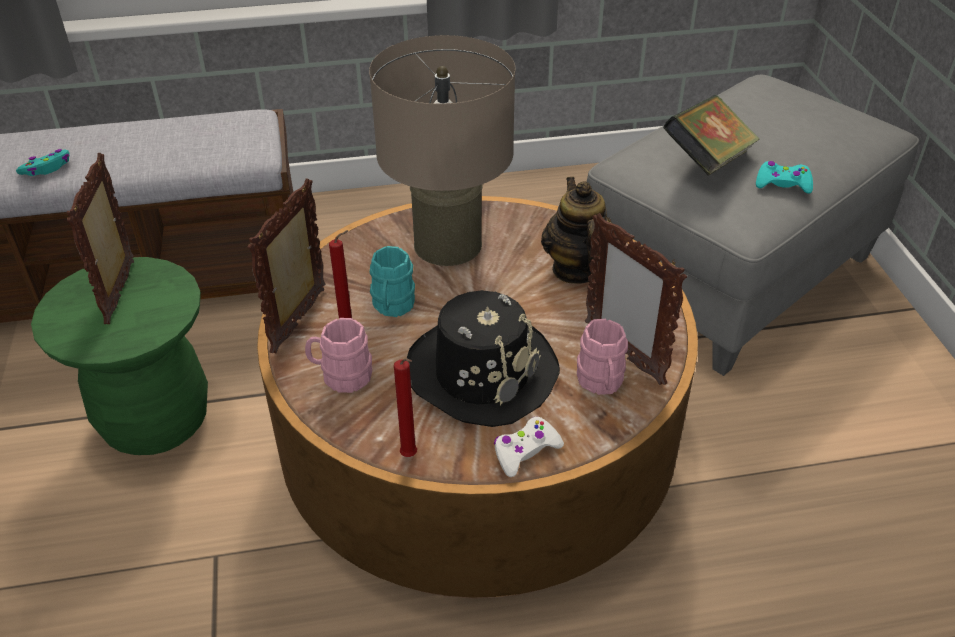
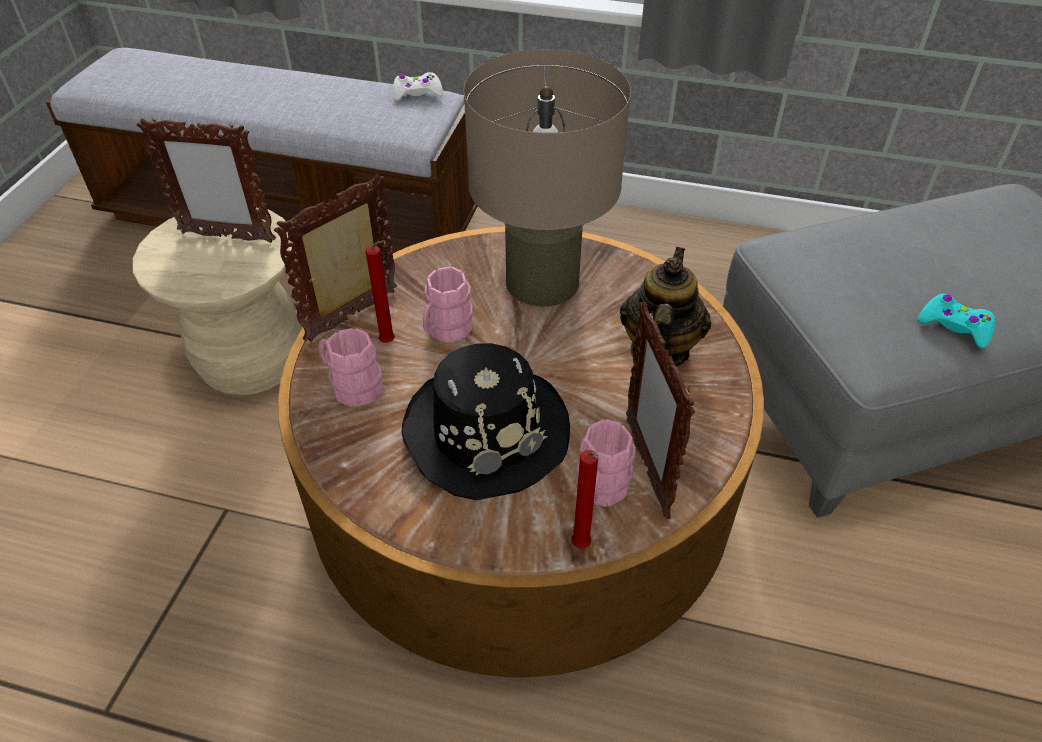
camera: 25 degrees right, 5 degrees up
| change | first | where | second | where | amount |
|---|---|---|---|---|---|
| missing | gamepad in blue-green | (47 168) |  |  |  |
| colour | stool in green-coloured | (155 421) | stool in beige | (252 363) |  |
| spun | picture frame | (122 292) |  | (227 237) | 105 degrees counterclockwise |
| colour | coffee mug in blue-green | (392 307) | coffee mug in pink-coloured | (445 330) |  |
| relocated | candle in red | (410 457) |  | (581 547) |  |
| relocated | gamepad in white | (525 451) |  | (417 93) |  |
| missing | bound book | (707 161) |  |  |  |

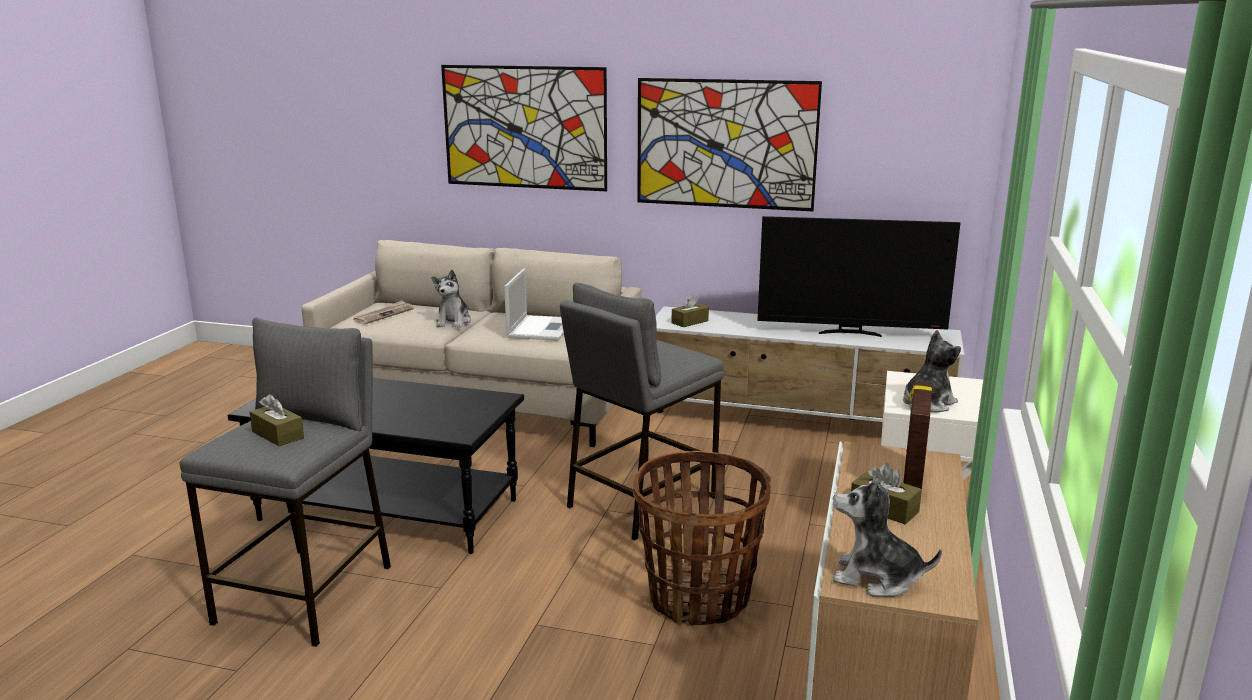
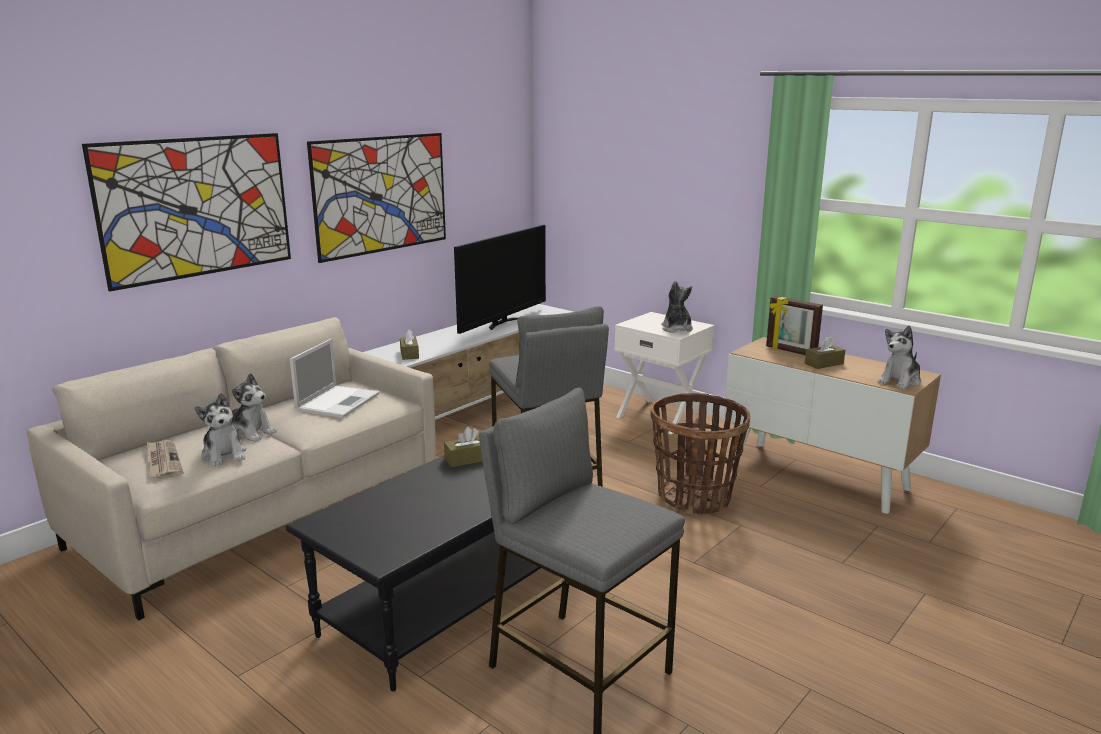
camera: 65 degrees left, 0 degrees up
| change | first | where | second | where | amount |
|---|---|---|---|---|---|
| relocated | tissue box in brown | (278 435) |  | (467 459) |  |
| spun | notebook computer | (541 328) |  | (338 401) | 75 degrees clockwise |
| appeared |  |  | soft toy | (224 454) |  |

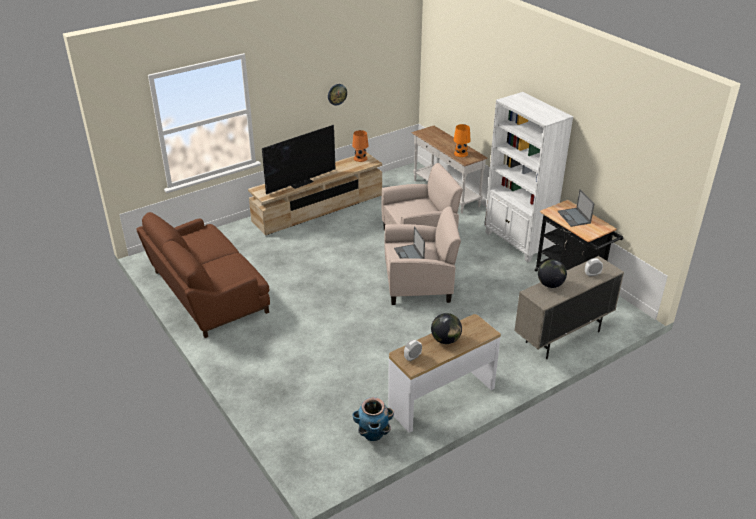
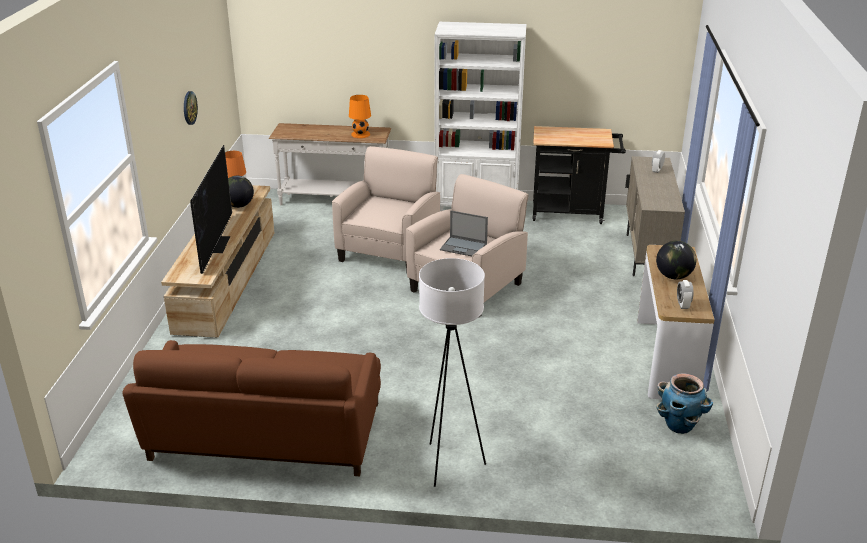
camera: 50 degrees left, 5 degrees down
| change | first | where | second | where | amount |
|---|---|---|---|---|---|
| relocated | globe | (550 285) |  | (239 205) |  |
| missing | notebook computer | (574 217) |  |  |  |
| appeared |  |  | floor lamp in white | (449 463) |  |

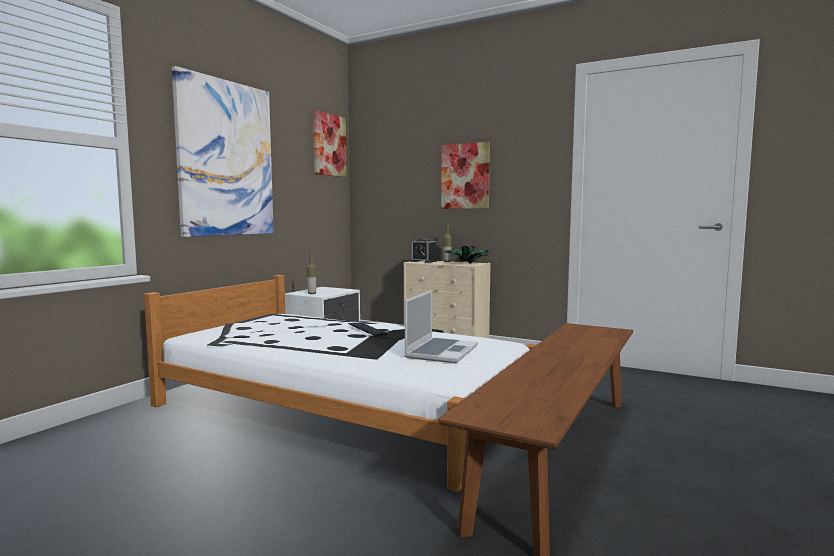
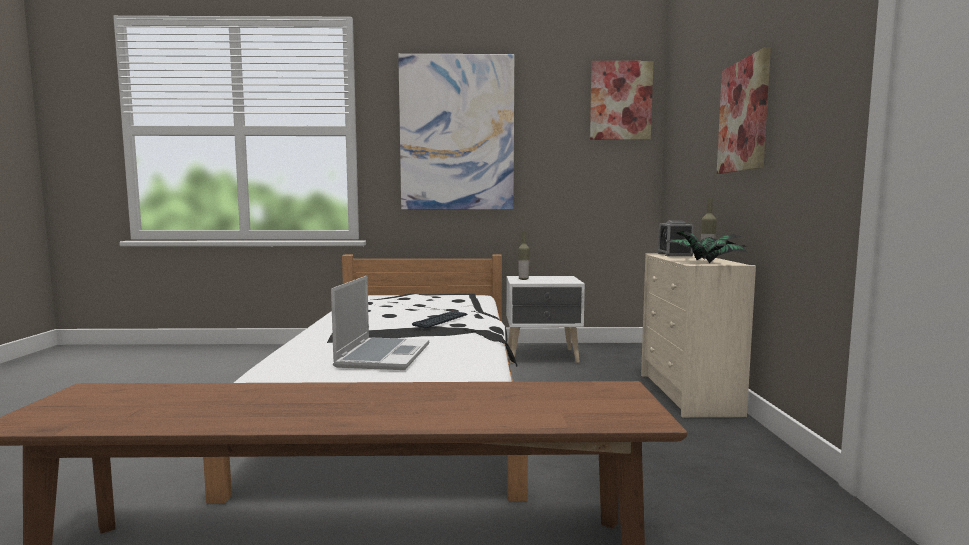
camera: 60 degrees right, 0 degrees up
| change | first | where | second | where | amount |
|---|---|---|---|---|---|
| spun | notebook computer | (441 352) |  | (383 355) | 75 degrees counterclockwise |

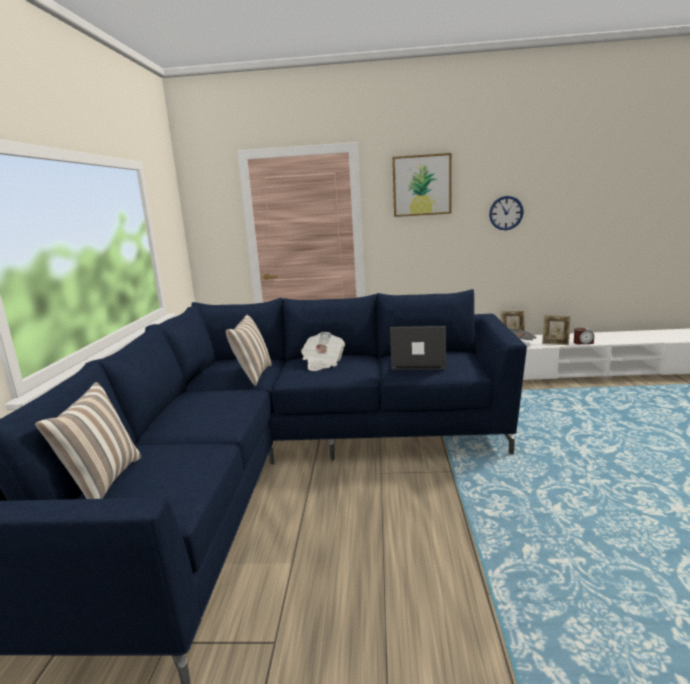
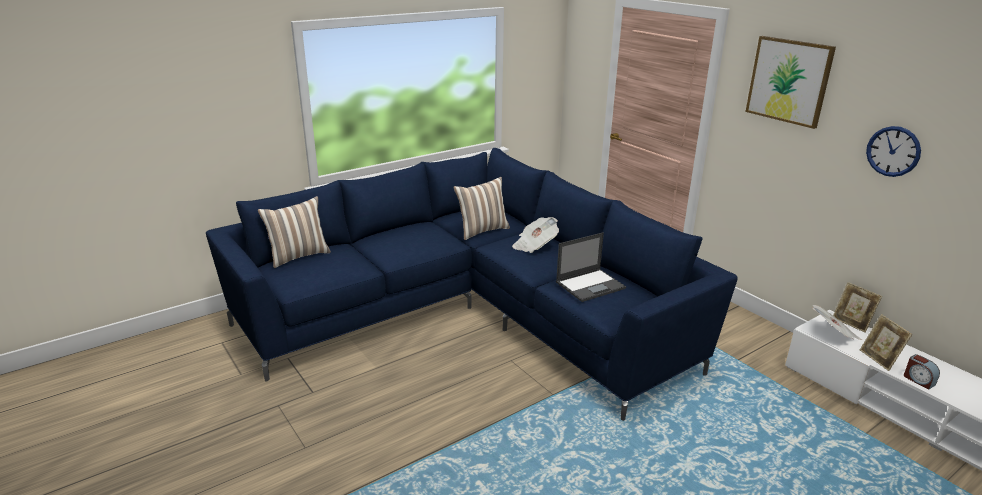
camera: 50 degrees right, 10 degrees up
| change | first | where | second | where | amount |
|---|---|---|---|---|---|
| spun | notebook computer | (417 362) |  | (591 285) | 90 degrees clockwise |

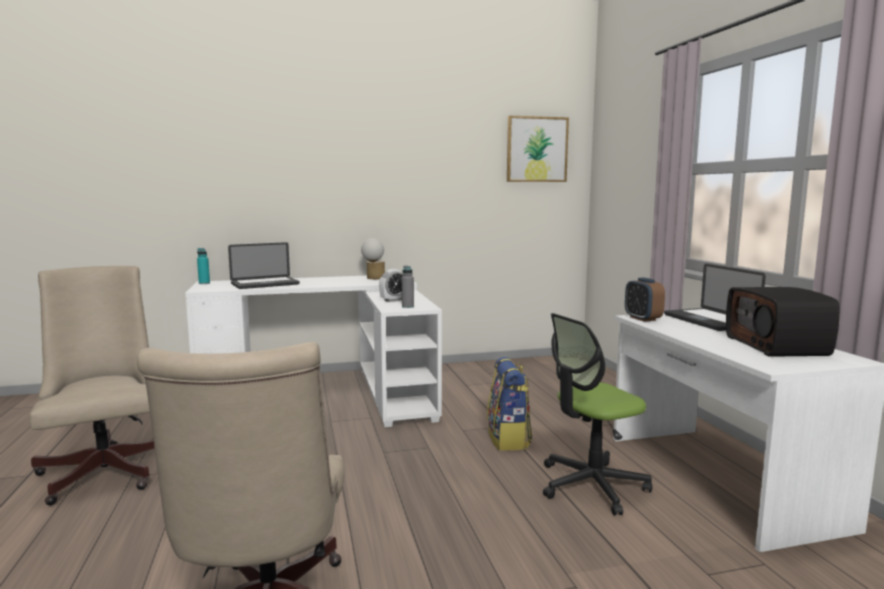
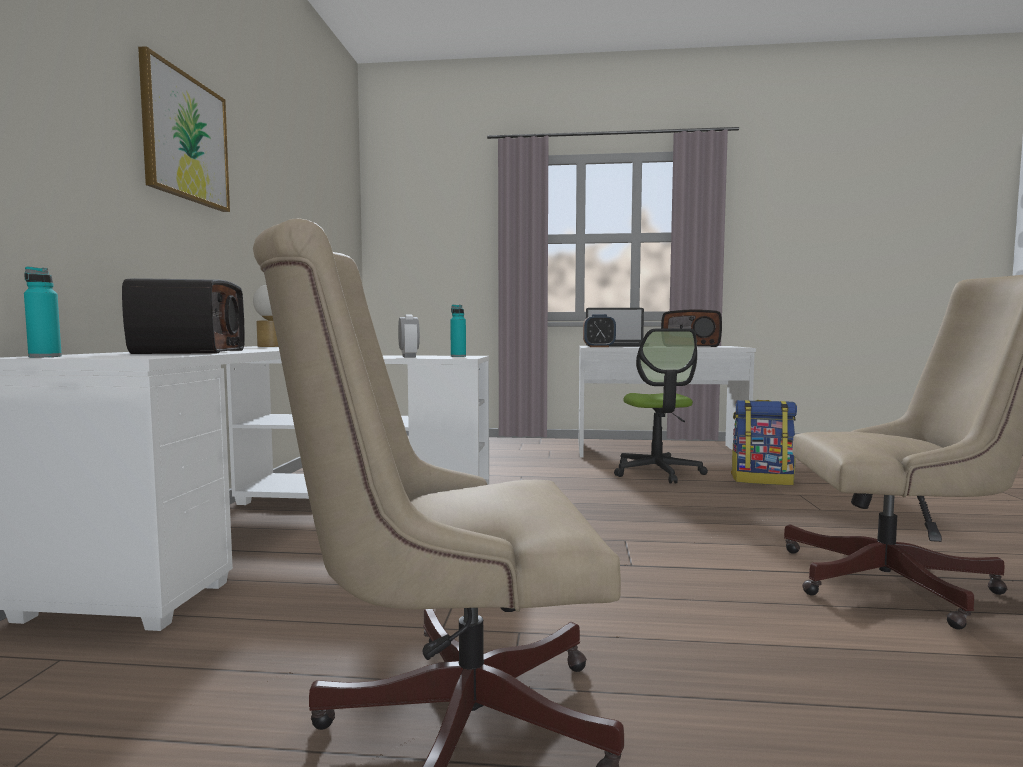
camera: 70 degrees left, 5 degrees down
| change | first | where | second | where | amount |
|---|---|---|---|---|---|
| exchanged | notebook computer | (265 284) | radio | (188 352) |  |
| colour | beverage bottle in greyish | (408 306) | beverage bottle in blue-green | (458 356) |  |
| relocated | knapsack | (509 439) |  | (762 480) |  |
| relocated | wall picture | (536 149) |  | (185 138) |  |

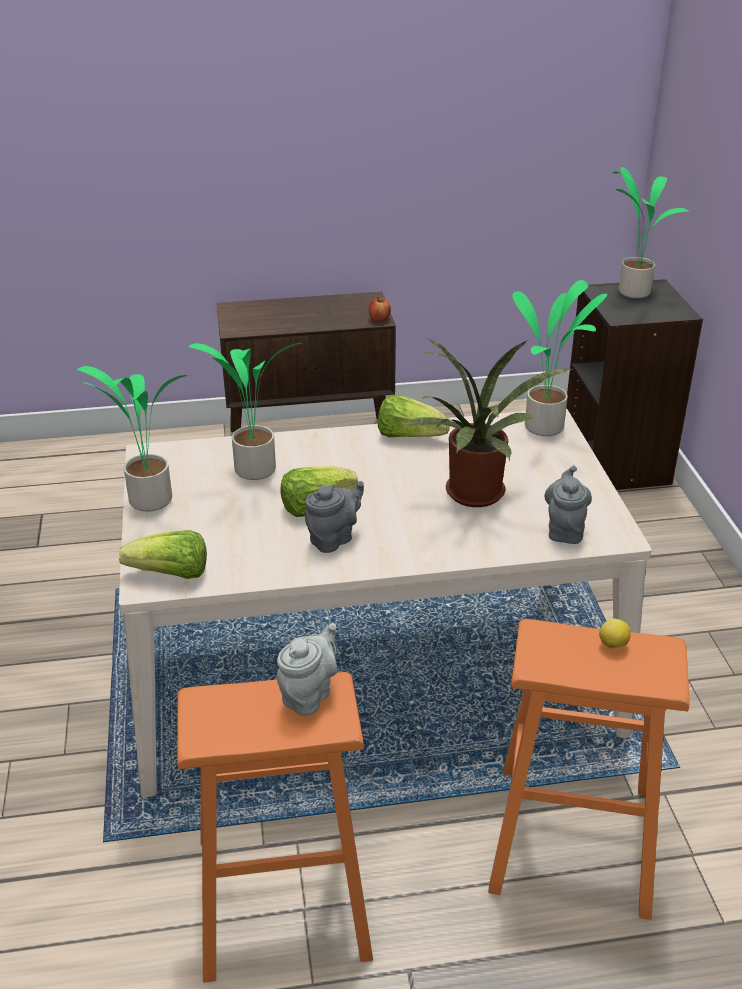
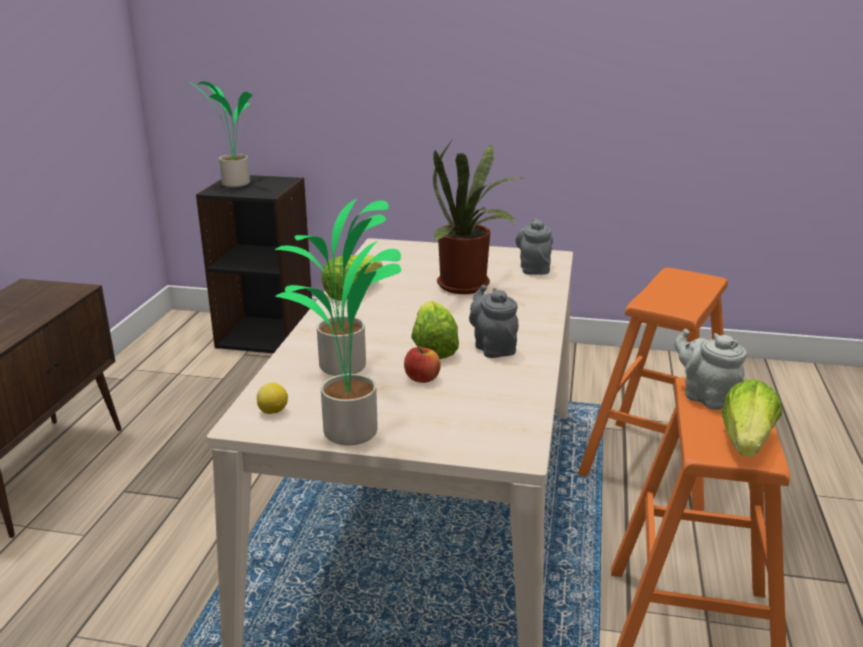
camera: 70 degrees left, 10 degrees down
| change | first | where | second | where | amount |
|---|---|---|---|---|---|
| relocated | head of lettuce | (171 574) |  | (746 442) |  |
| relocated | apple fruit | (379 319) |  | (422 378) |  |
| missing | plant in a pot | (547 427) |  |  |  |
| spun | pot for tea in greyish | (565 530) |  | (534 268) | 60 degrees clockwise |
| relocated | citrus fruit | (613 645) |  | (273 412) |  |

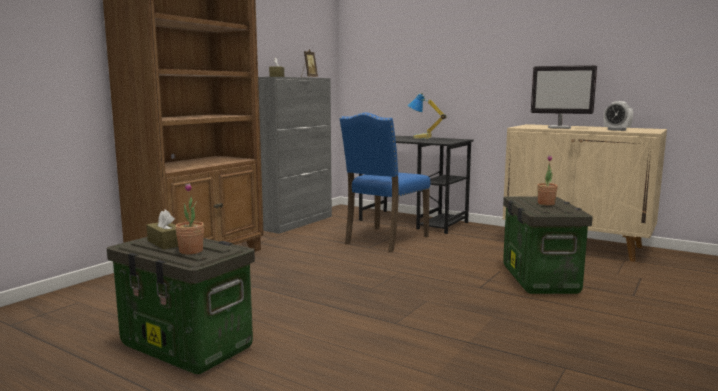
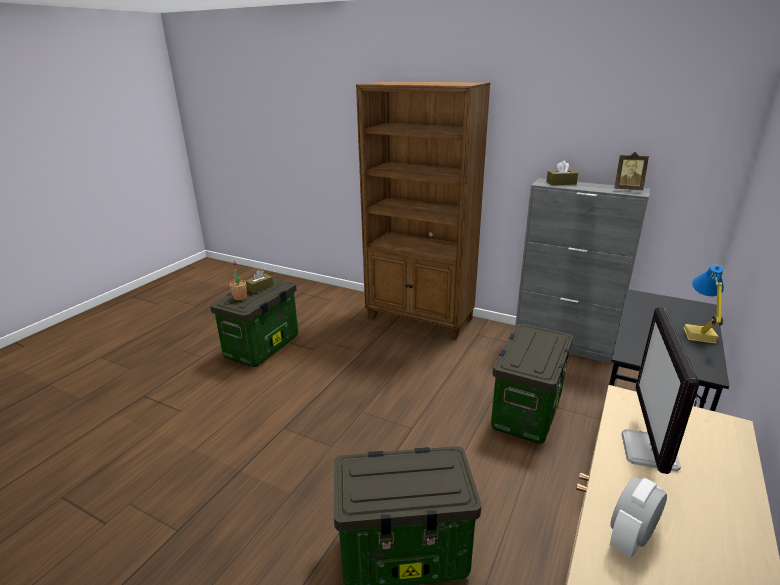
camera: 85 degrees right, 15 degrees up
| change | first | where | second | where | amount |
|---|---|---|---|---|---|
| exchanged | plain chair in blue | (384 240) | storage container | (526 411) |  |
| missing | plant in a pot | (546 203) |  |  |  |

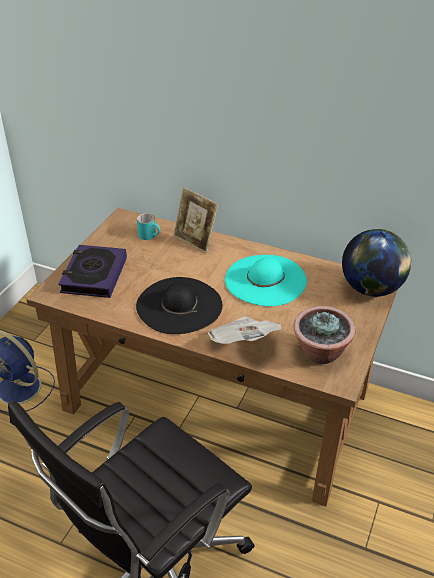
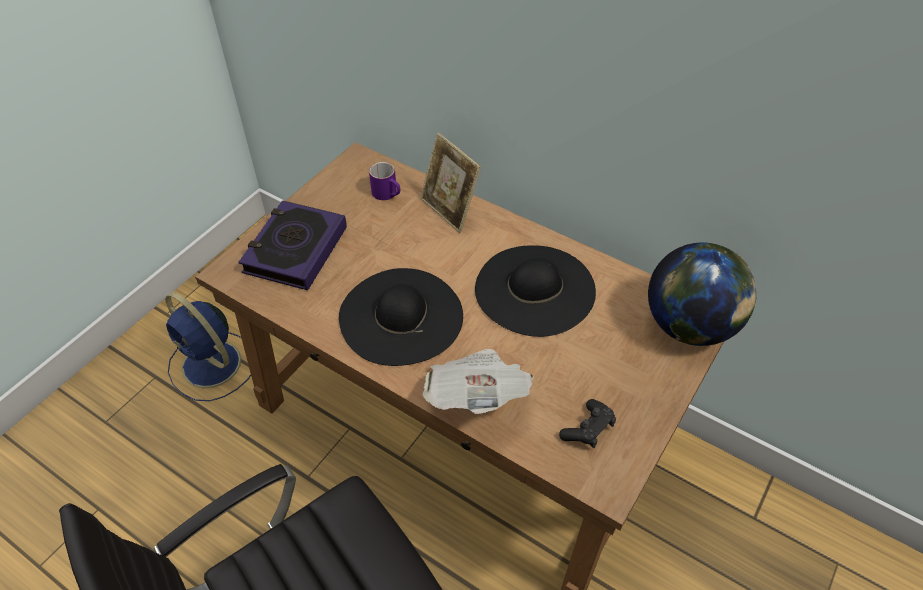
camera: 10 degrees right, 10 degrees up
| change | first | where | second | where | amount |
|---|---|---|---|---|---|
| colour | coffee mug in blue-green | (150 235) | coffee mug in purplish | (388 194) |  |
| colour | wearable hat in blue-green | (265 280) | wearable hat in black-coloured | (535 289) |  |
| exchanged | plant in a pot | (321 353) | gamepad in black-coloured | (588 430) |  |

